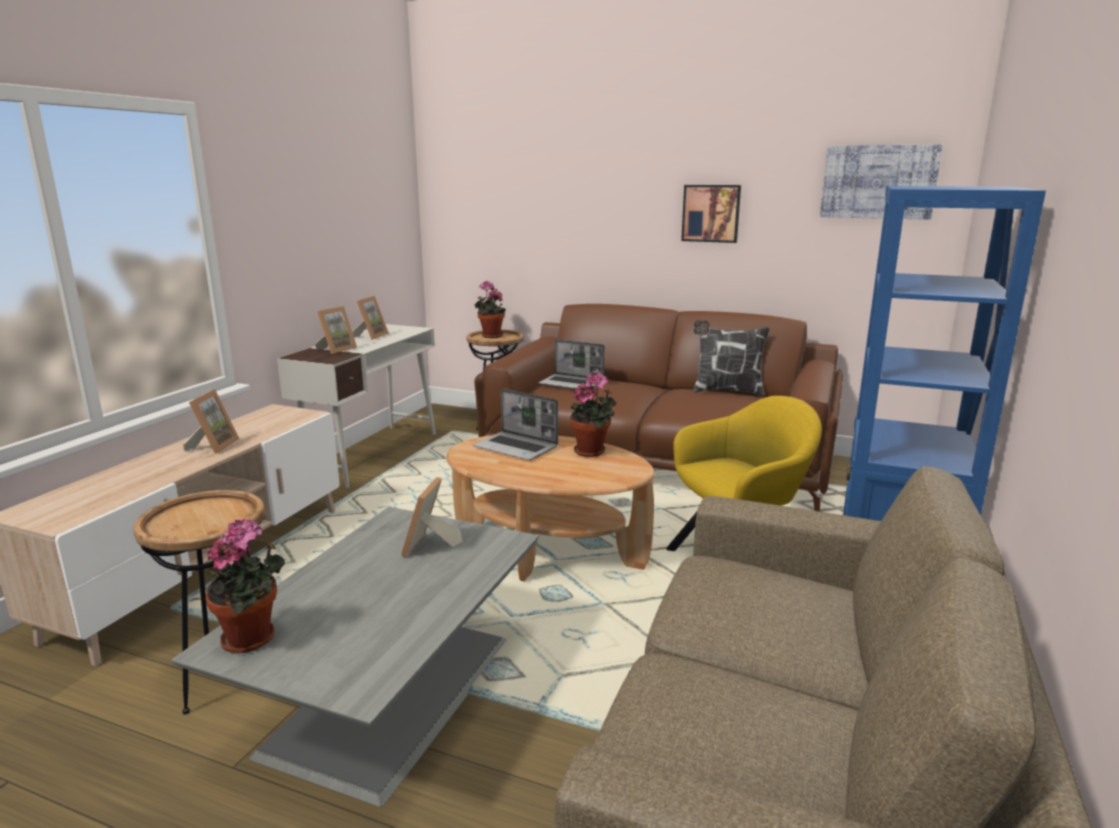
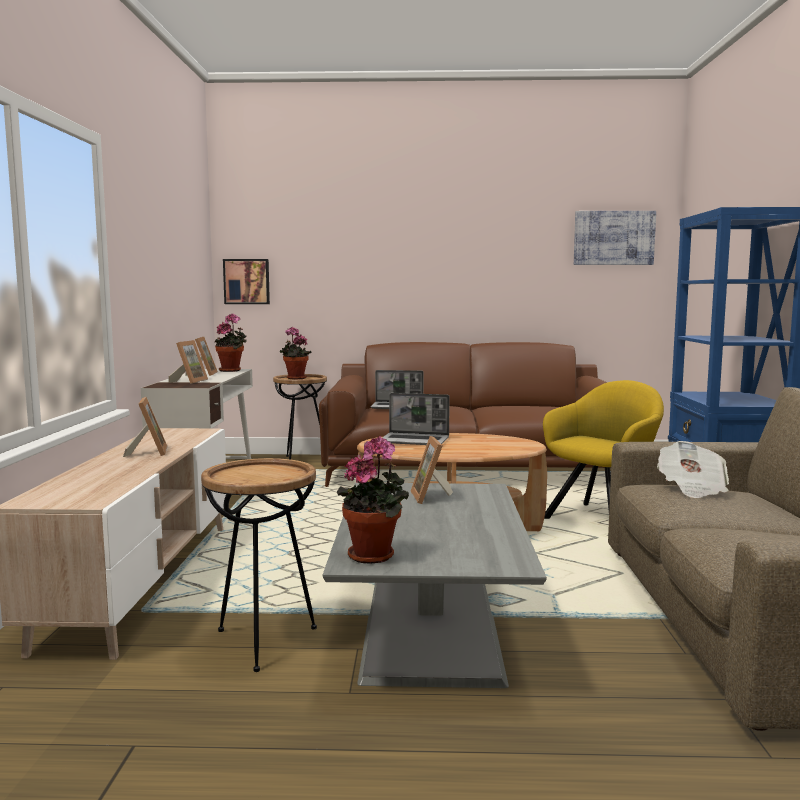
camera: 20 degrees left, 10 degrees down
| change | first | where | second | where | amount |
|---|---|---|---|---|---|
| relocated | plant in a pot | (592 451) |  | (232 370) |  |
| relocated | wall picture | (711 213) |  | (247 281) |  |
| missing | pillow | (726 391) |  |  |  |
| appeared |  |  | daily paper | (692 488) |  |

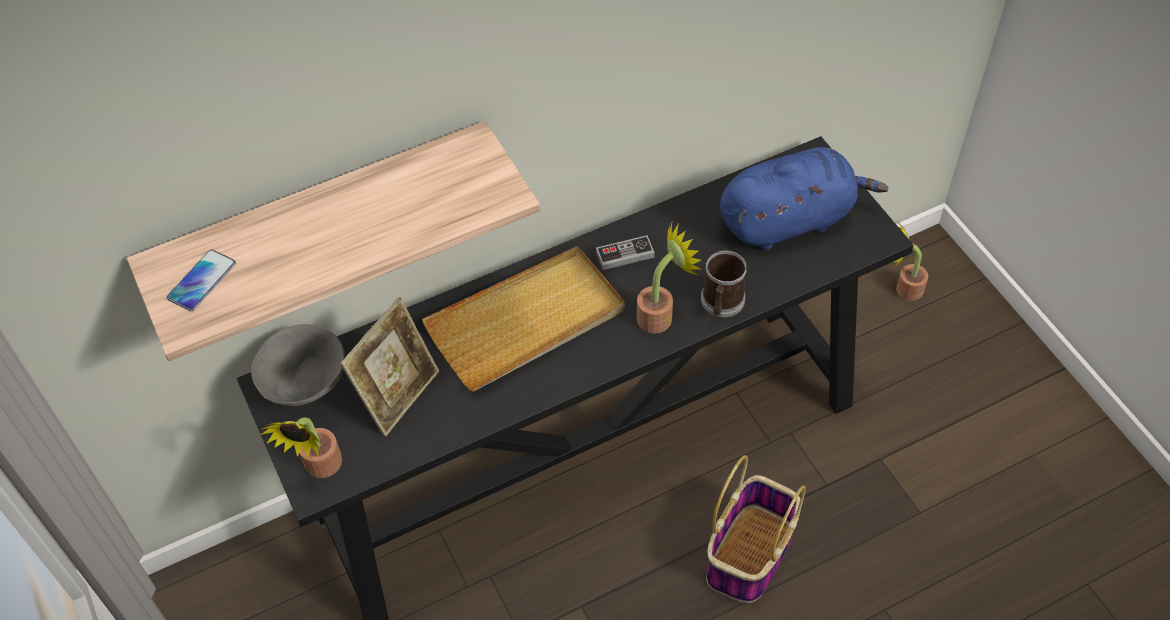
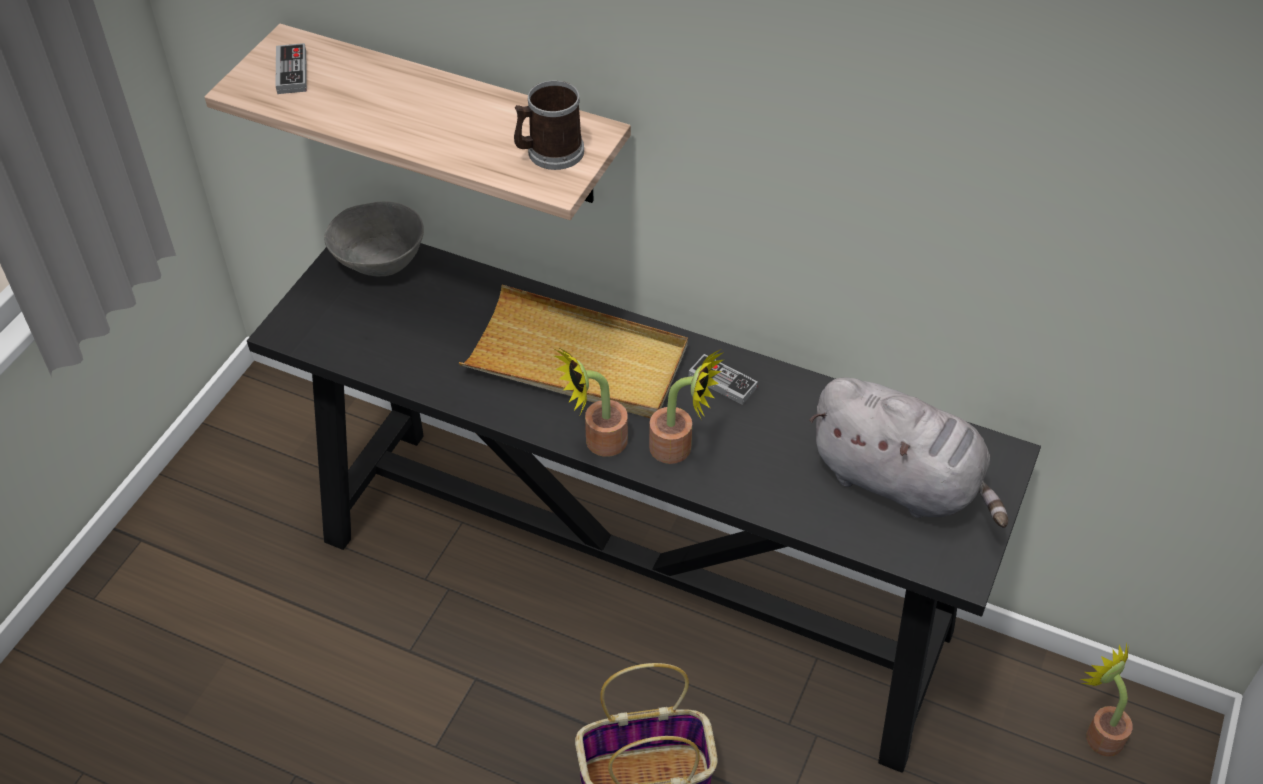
camera: 50 degrees right, 5 degrees down
| change | first | where | second | where | amount |
|---|---|---|---|---|---|
| exchanged | phone | (202 281) | gamepad | (292 72) |  |
| relocated | plant in a pot | (320 469) |  | (598 443) |  |
| missing | picture frame | (399 395) |  |  |  |
| relocated | coffee mug | (721 303) |  | (549 153) |  |
| colour | soft toy in blue | (790 220) | soft toy in greyish | (901 482) |  |

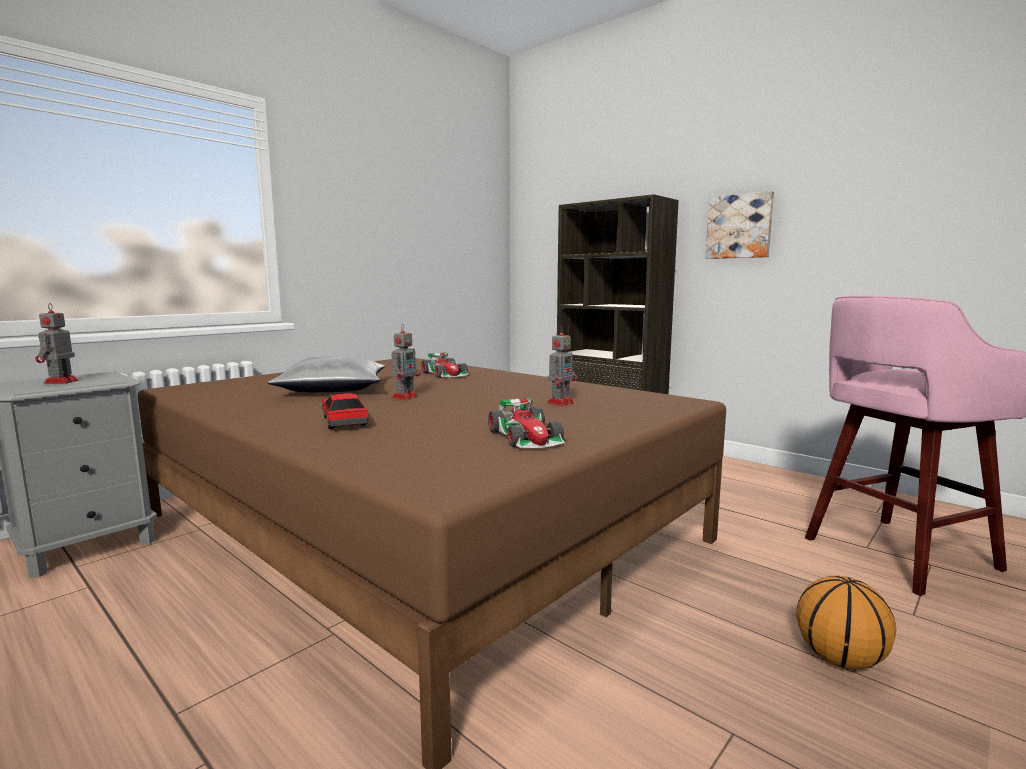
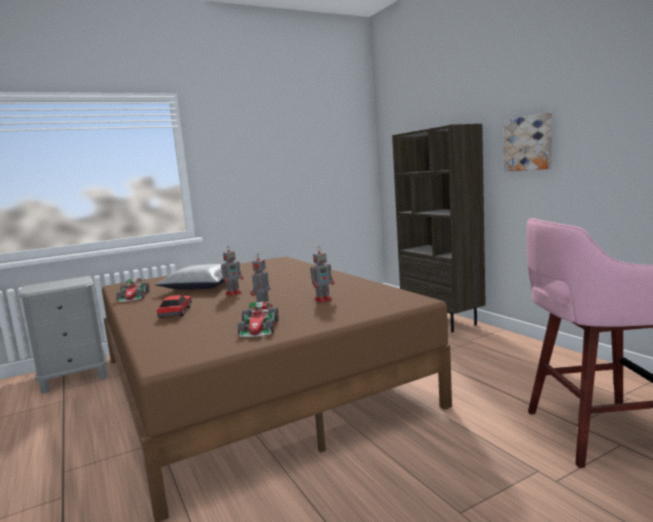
camera: 20 degrees right, 0 degrees up
| change | first | where | second | where | amount |
|---|---|---|---|---|---|
| relocated | model robot | (60 382) |  | (263 308) |  |
| relocated | miniature car | (446 374) |  | (134 297) |  |
| missing | ball for basketball | (841 659) |  |  |  |

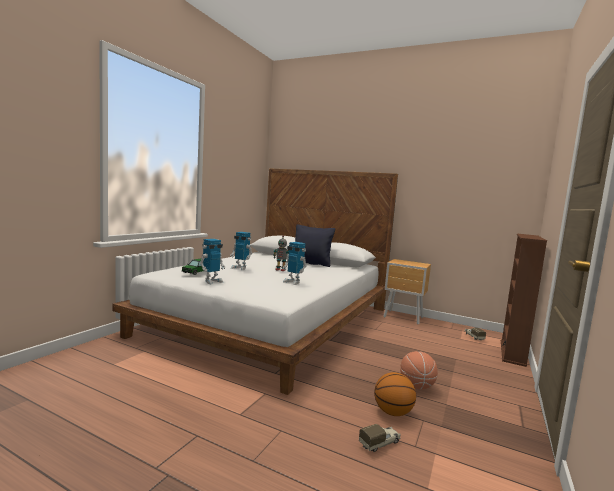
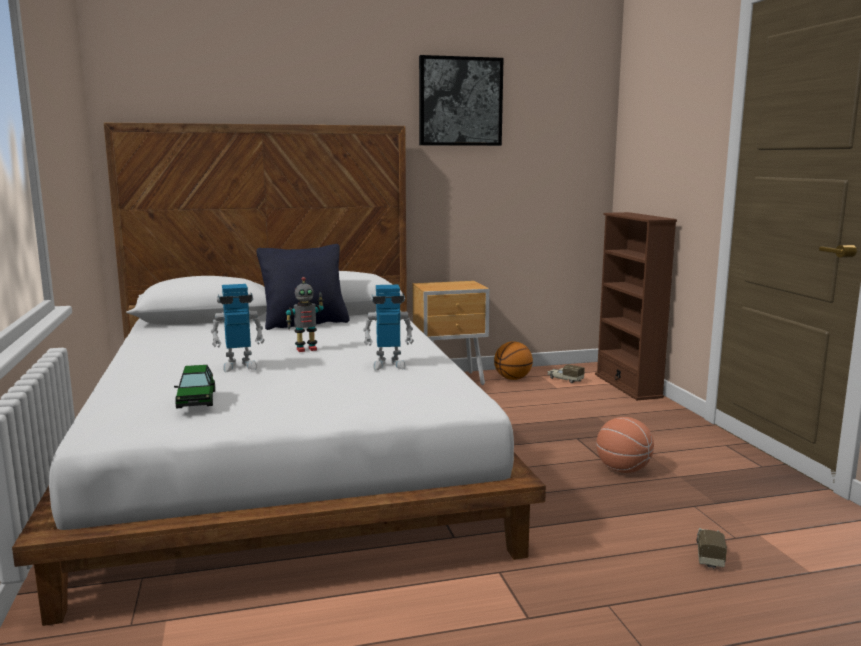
camera: 40 degrees left, 5 degrees up
| change | first | where | second | where | amount |
|---|---|---|---|---|---|
| missing | model robot | (212 281) |  |  |  |
| relocated | ball for basketball | (392 412) |  | (512 379) |  |
| appeared |  |  | wall picture | (460 101) |  |

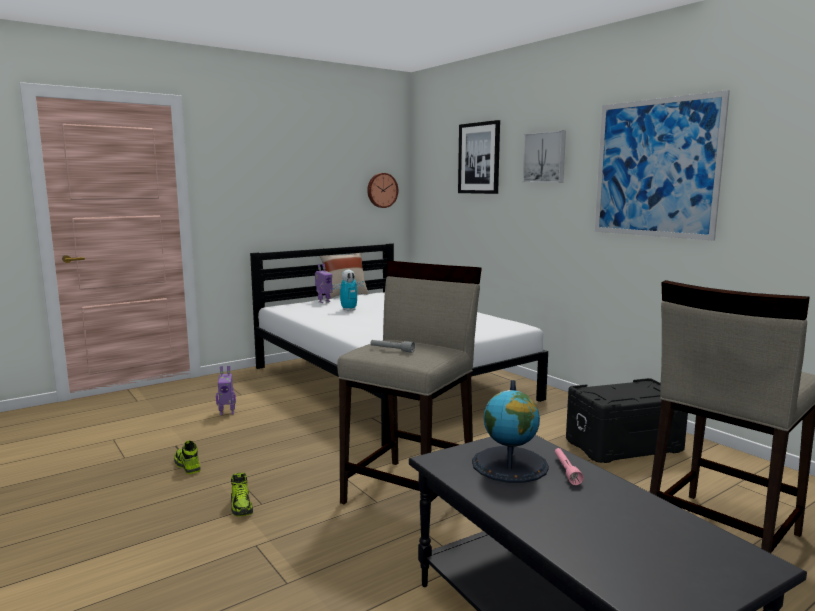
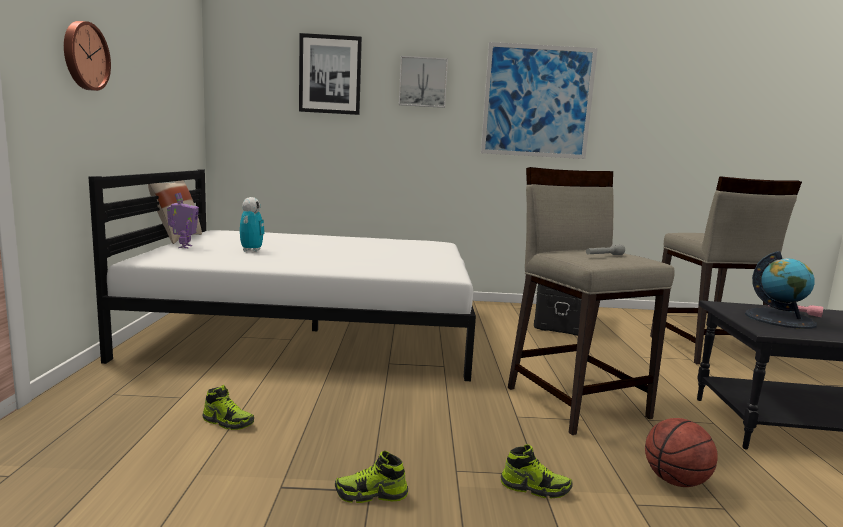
camera: 55 degrees left, 0 degrees up
| change | first | where | second | where | amount |
|---|---|---|---|---|---|
| exchanged | model robot | (227 413) | shoe | (228 422) |  |
| relocated | hanging clock | (381 190) |  | (84 56) |  |
| appeared |  |  | ball for basketball | (675 481) |  |

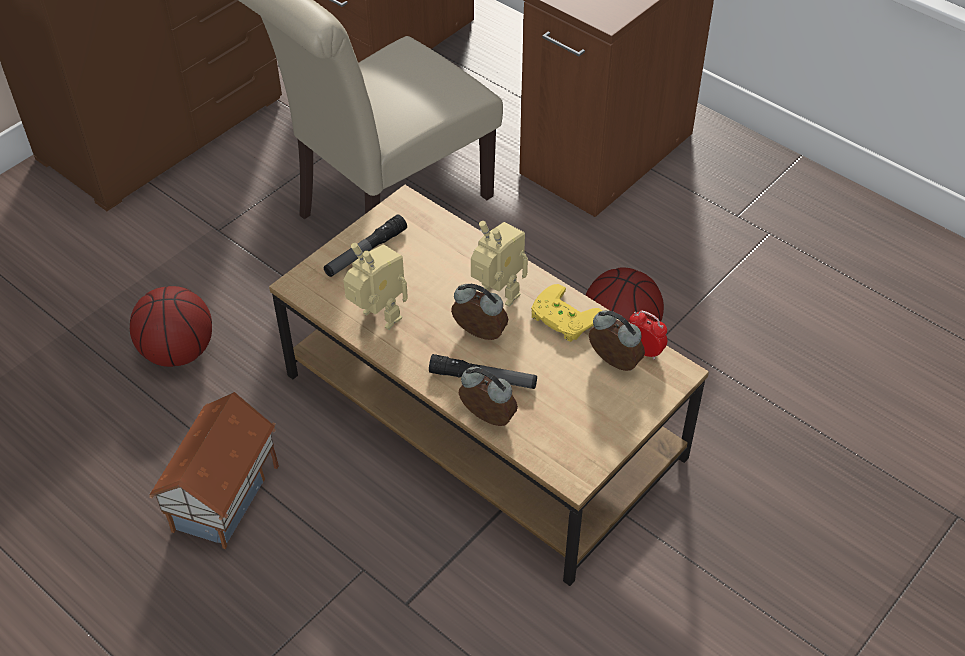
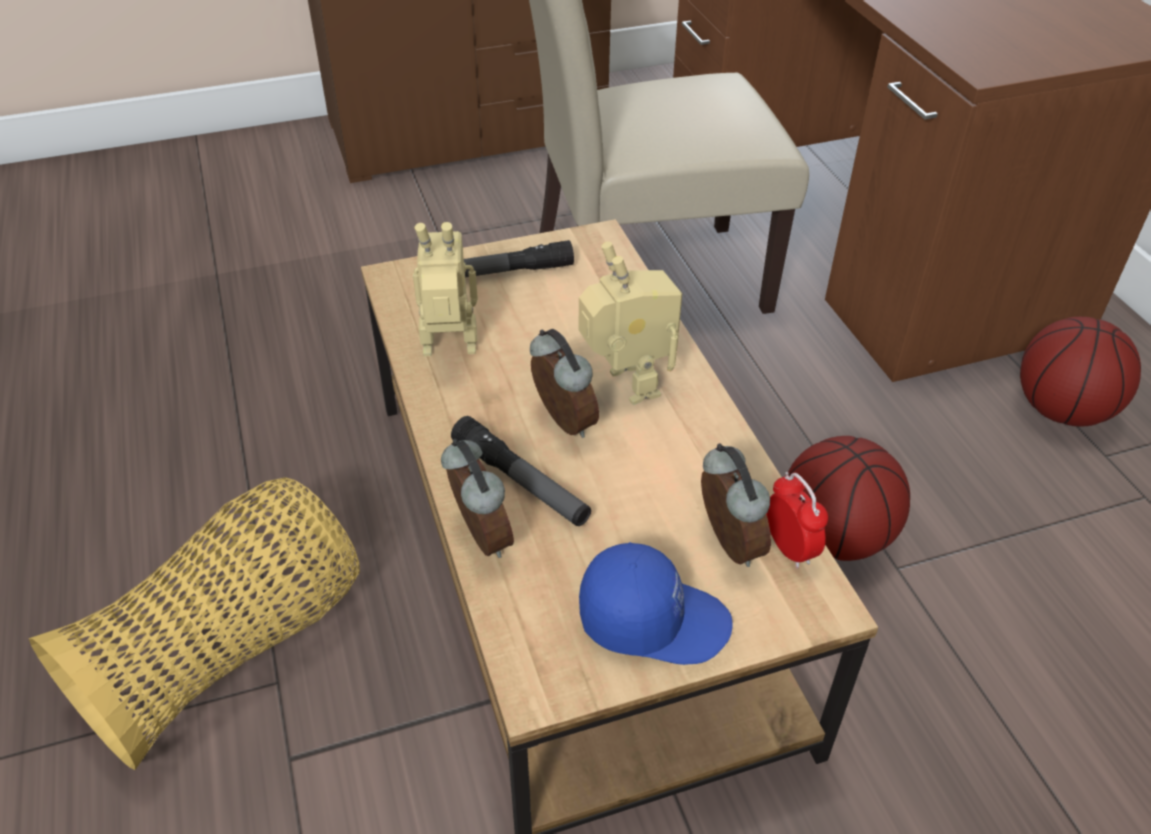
camera: 30 degrees right, 5 degrees down
| change | first | where | second | where | amount |
|---|---|---|---|---|---|
| relocated | ball for basketball | (179 352) |  | (1062 411) |  |
| missing | miniature house | (227 498) |  |  |  |
| spun | model robot | (377 319) |  | (449 351) | 75 degrees counterclockwise |
| missing | gamepad in yellow-coloured | (562 319) |  |  |  |
| appeared |  |  | basket | (230 651) |  |
| appeared |  |  | cap in blue | (653 619) |  |

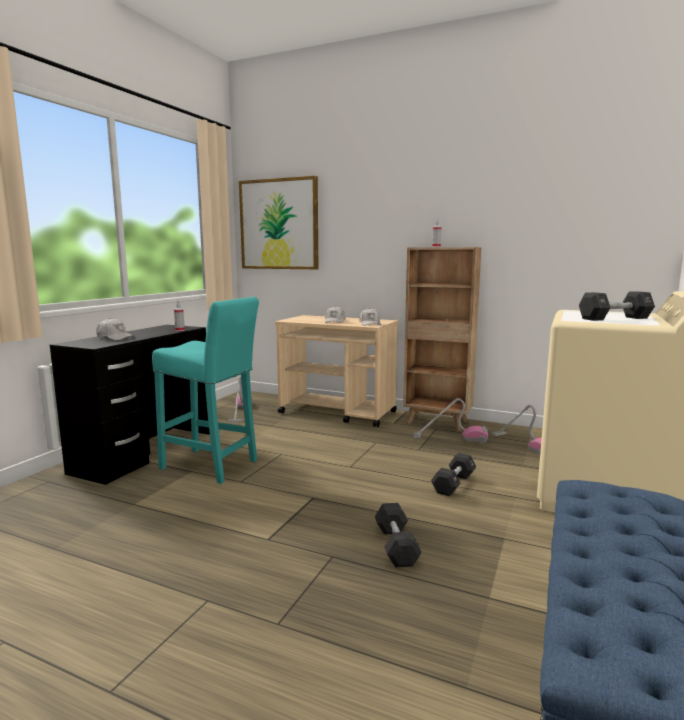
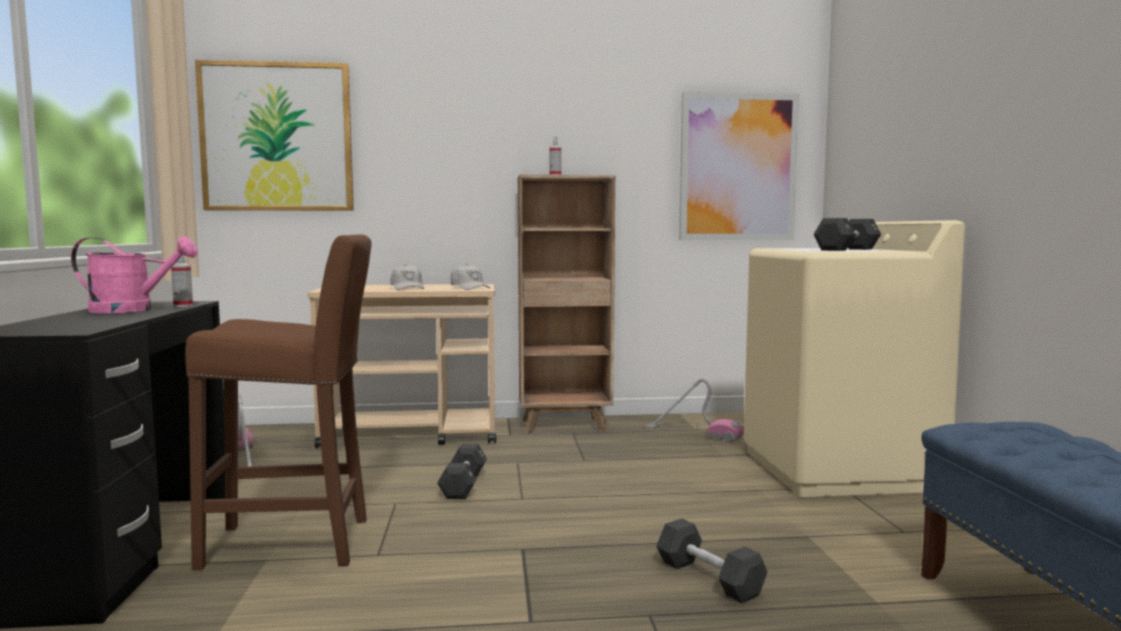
camera: 30 degrees left, 5 degrees down
| change | first | where | second | where | amount |
|---|---|---|---|---|---|
| missing | cap in white | (115 337) |  |  |  |
| colour | stool in blue-green | (212 466) | stool in brown | (296 544) |  |
| missing | vacuum cleaner | (450 438) |  |  |  |
| relocated | dumbbell in black-coloured | (453 484) |  | (463 485) |  |
| appeared |  |  | watering pot in pink-coloured | (132 310) |  |
| appeared |  |  | wall picture | (737 167) |  |

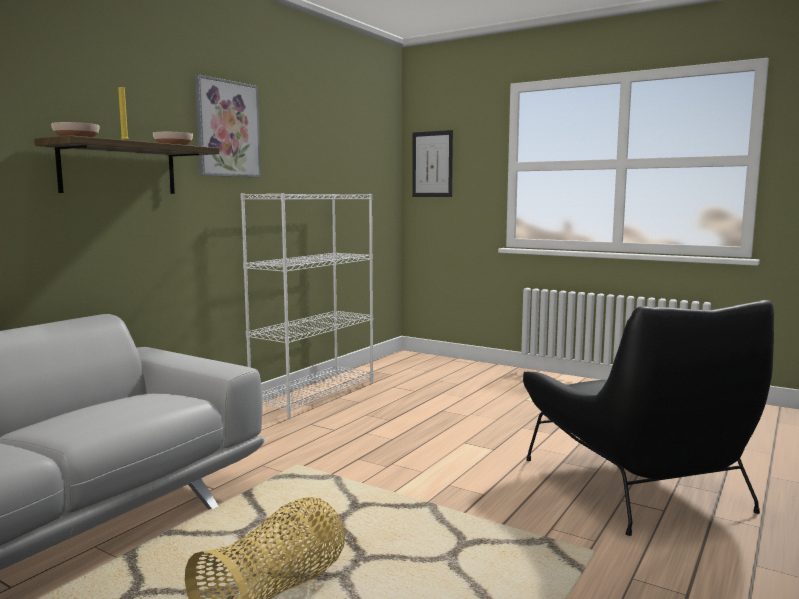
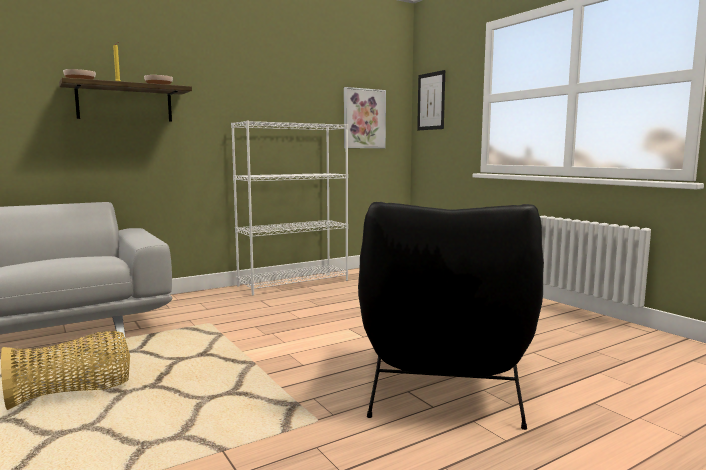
camera: 25 degrees right, 0 degrees up
| change | first | where | second | where | amount |
|---|---|---|---|---|---|
| relocated | wall picture | (227 129) |  | (364 118) |  |

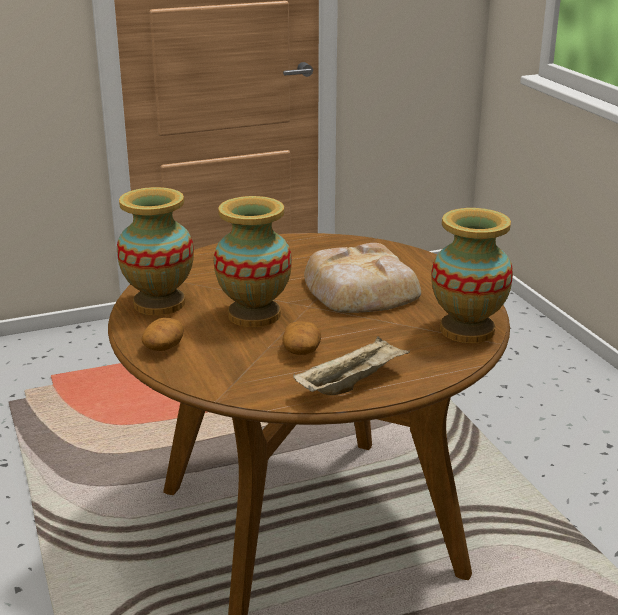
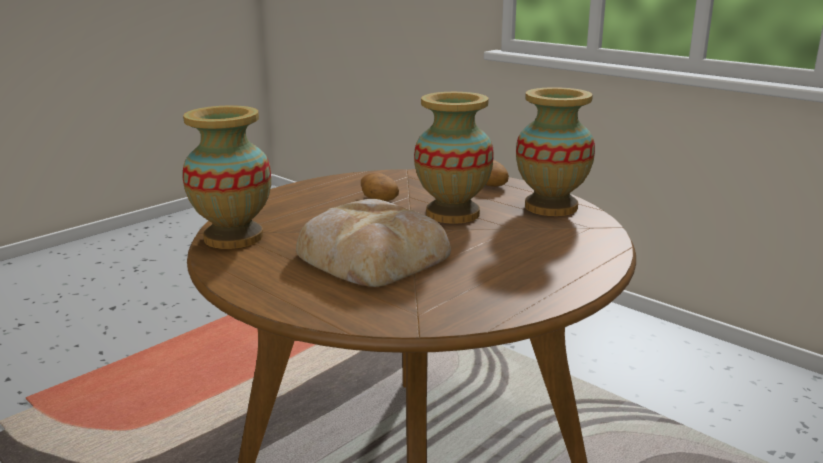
camera: 155 degrees right, 5 degrees down
| change | first | where | second | where | amount |
|---|---|---|---|---|---|
| missing | carrying tray in beige | (351 383) |  |  |  |

